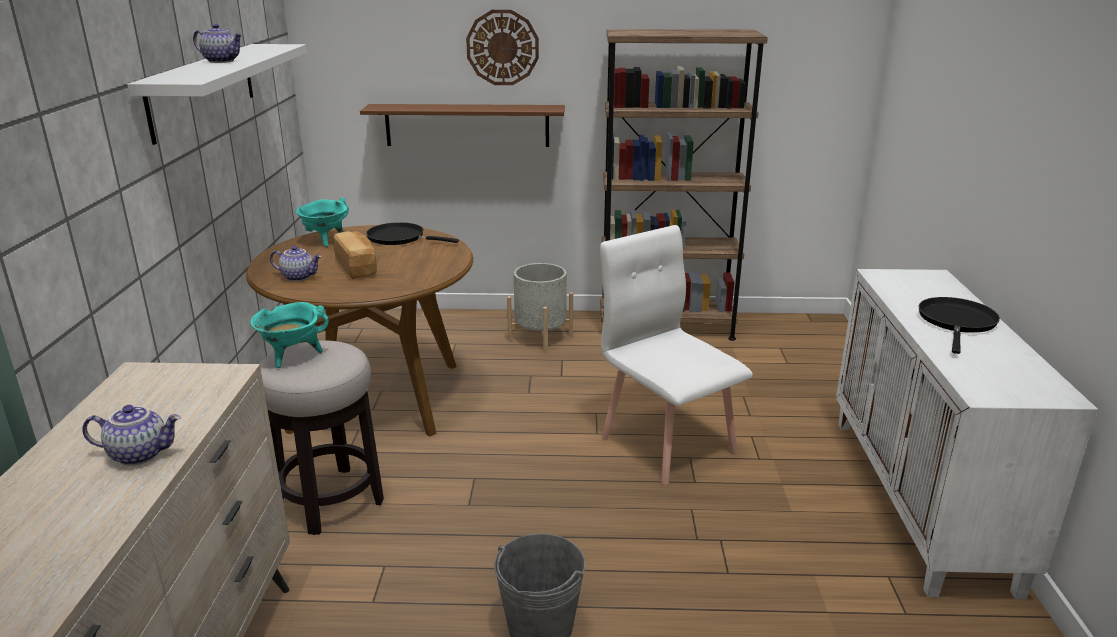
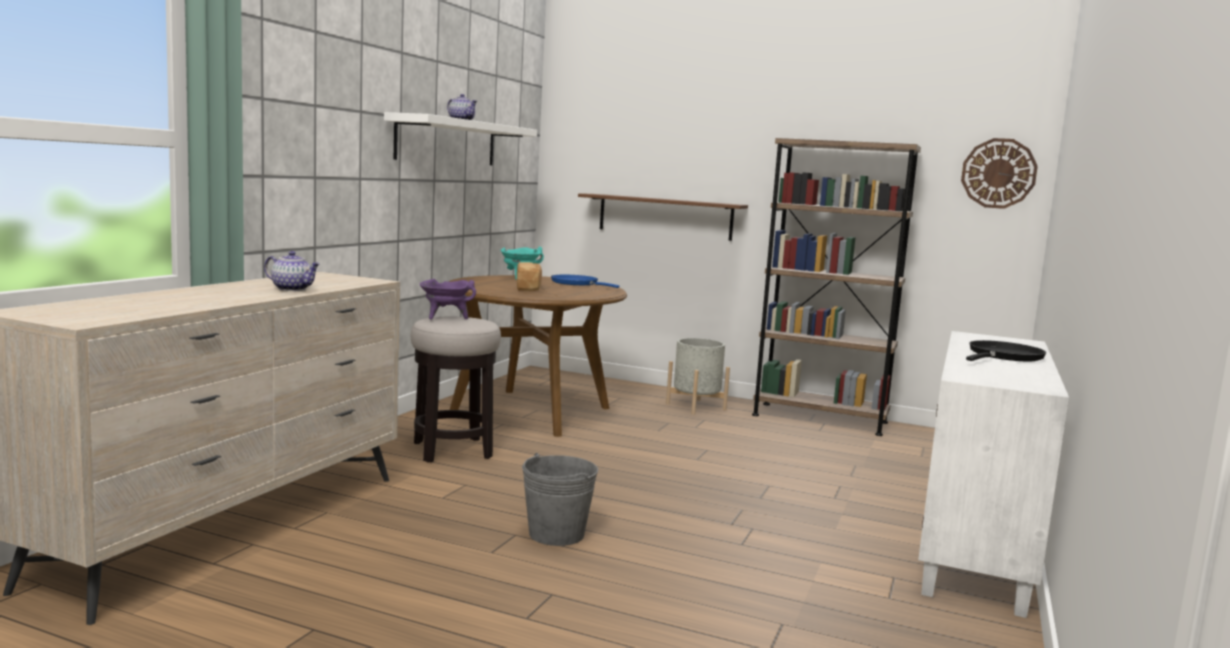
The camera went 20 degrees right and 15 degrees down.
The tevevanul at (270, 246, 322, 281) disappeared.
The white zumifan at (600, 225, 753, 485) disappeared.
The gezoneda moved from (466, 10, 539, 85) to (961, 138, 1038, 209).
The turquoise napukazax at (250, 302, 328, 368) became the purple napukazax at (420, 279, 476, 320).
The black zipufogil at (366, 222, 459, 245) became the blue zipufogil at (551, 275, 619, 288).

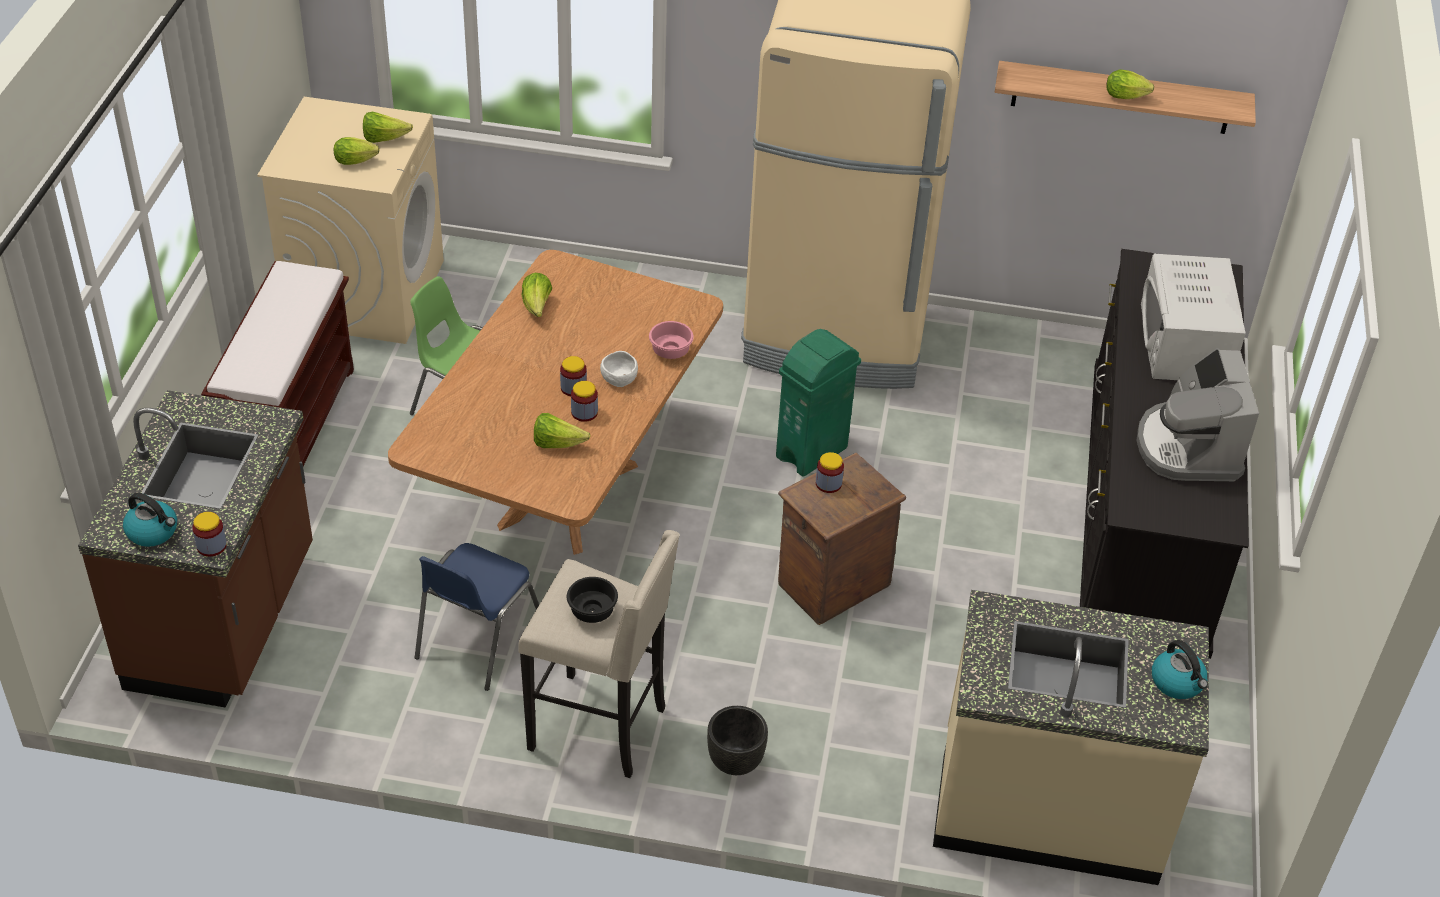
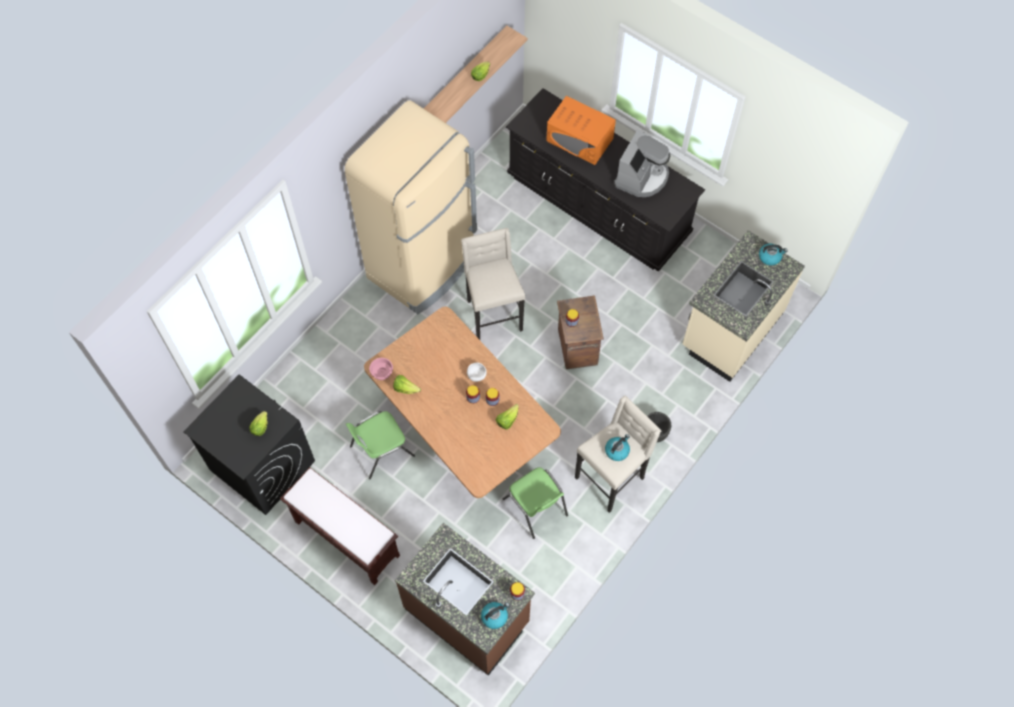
The camera went 60 degrees left and 20 degrees up.
The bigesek at (363, 112, 413, 143) disappeared.
The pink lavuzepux moved from (649, 321, 694, 359) to (369, 358, 393, 380).
The black lavuzepux at (567, 577, 618, 623) was replaced by the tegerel at (605, 434, 630, 461).
The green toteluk at (776, 329, 861, 477) was replaced by the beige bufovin at (461, 228, 525, 340).
The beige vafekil at (257, 97, 444, 344) became the black vafekil at (183, 374, 315, 515).
The blue zumifan at (415, 543, 539, 691) became the green zumifan at (502, 467, 568, 539).
The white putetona at (1141, 254, 1246, 380) became the orange putetona at (546, 96, 616, 165).
The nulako at (1136, 348, 1259, 481) turned 90 degrees counterclockwise.

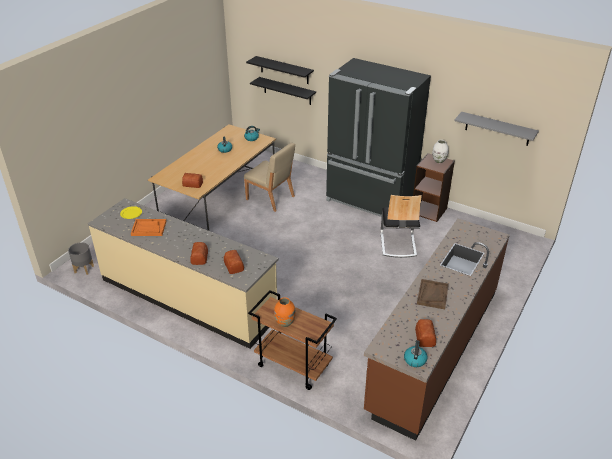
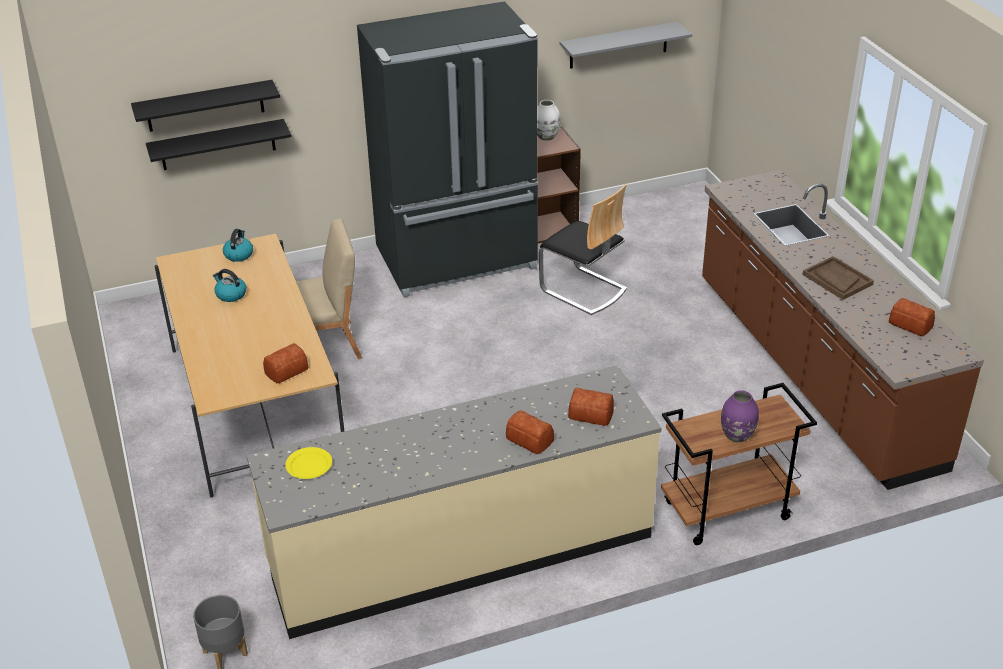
The camera went 50 degrees left and 0 degrees up.
The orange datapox at (131, 219, 166, 236) disappeared.
The tegerel at (404, 340, 428, 367) disappeared.
The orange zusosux at (274, 297, 296, 327) became the purple zusosux at (721, 390, 759, 442).

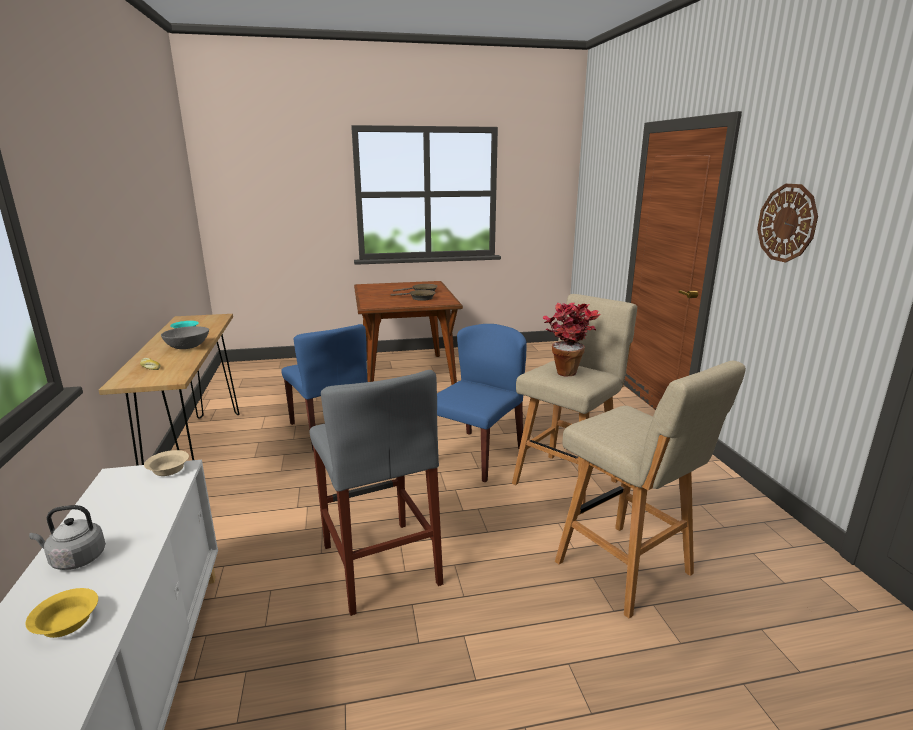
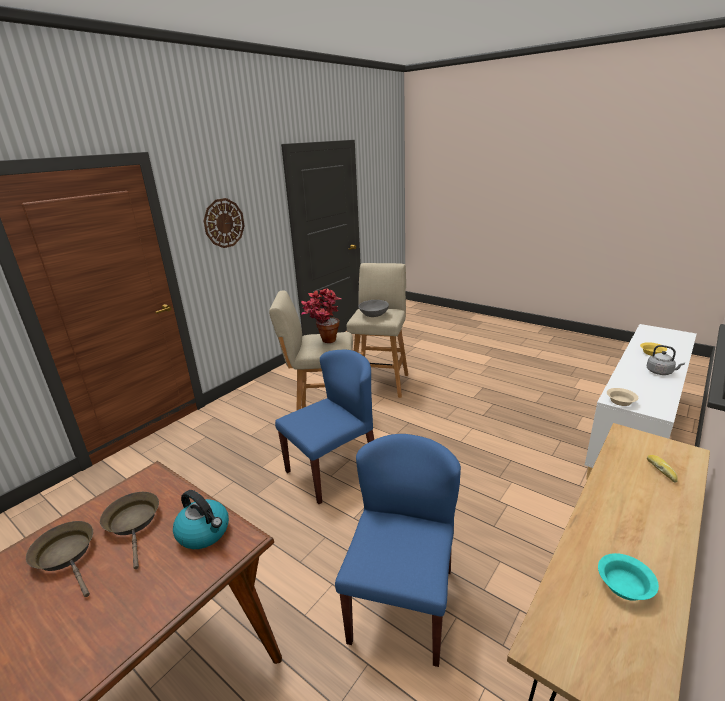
The camera went 130 degrees left and 5 degrees up.
The grey bufovin at (310, 370, 443, 616) disappeared.
The tegerel at (173, 490, 229, 549) appeared.
The grey lavuzepux moved from (161, 326, 209, 349) to (359, 300, 389, 317).
The blue zumifan at (437, 324, 527, 483) turned 150 degrees clockwise.

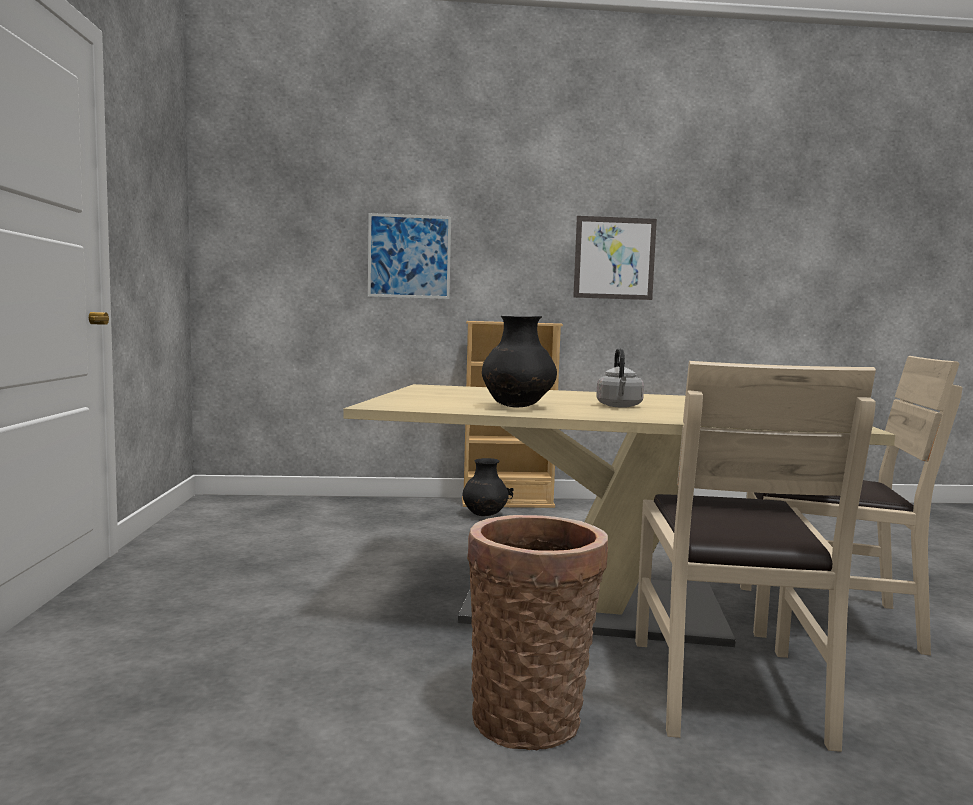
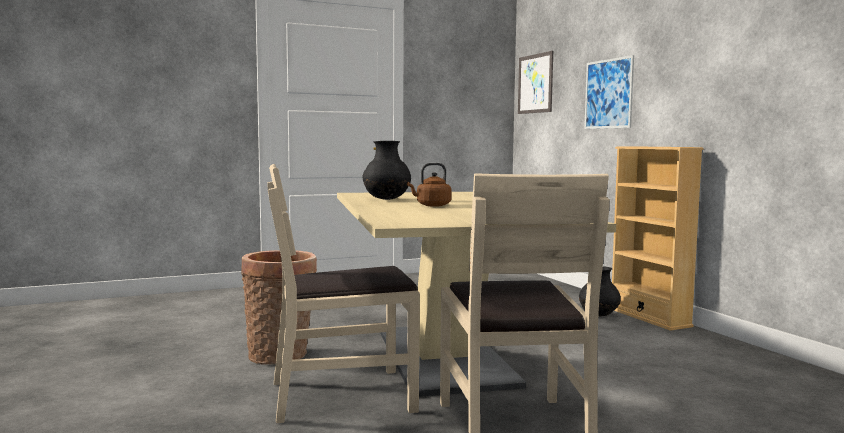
The camera went 70 degrees right and 0 degrees up.
The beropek moved from (573, 216, 657, 300) to (518, 51, 553, 114).
The grey tegerel at (596, 348, 644, 408) became the brown tegerel at (407, 163, 452, 207).

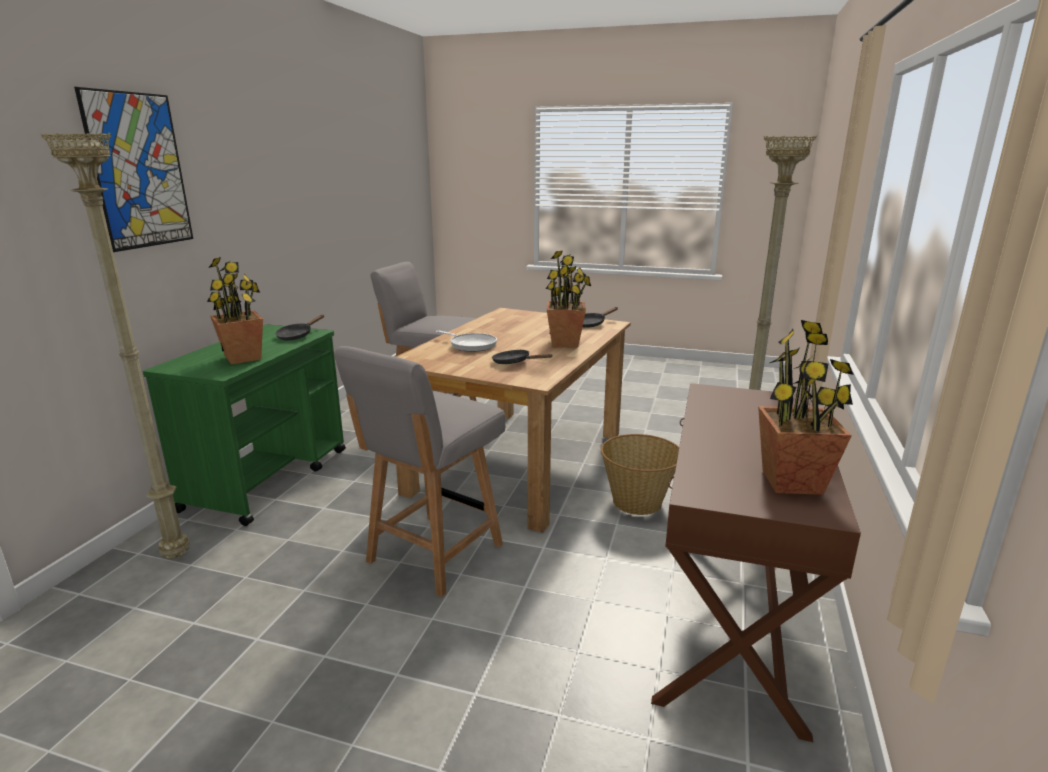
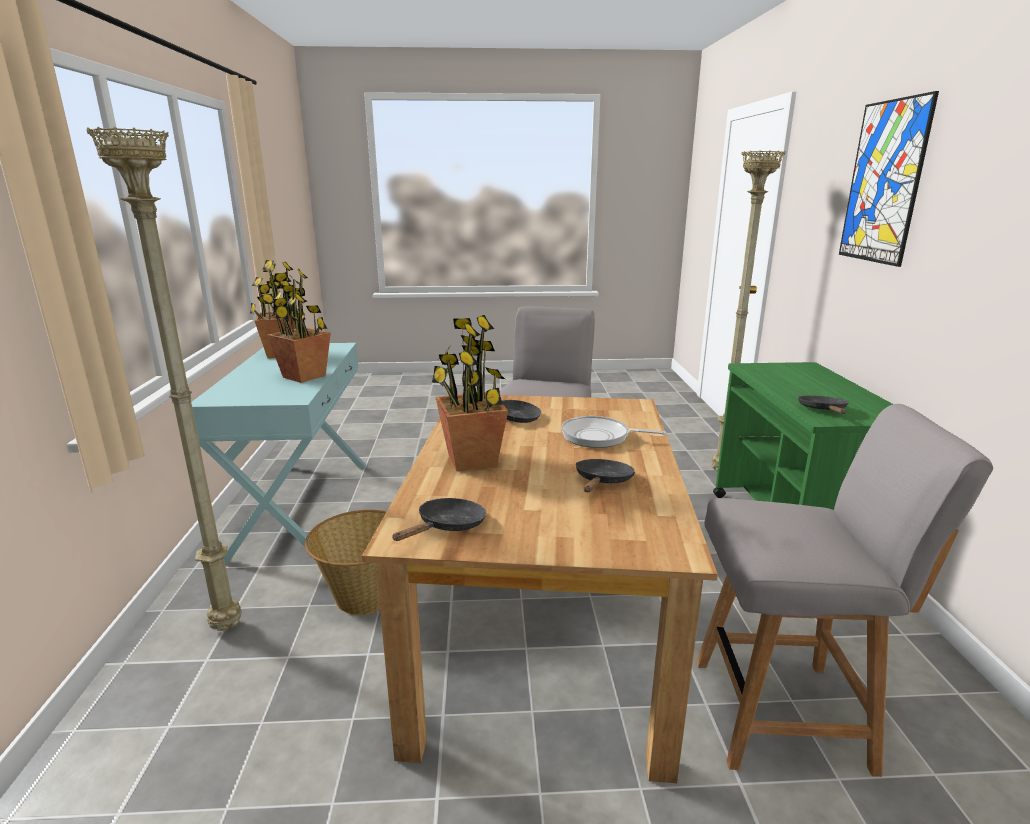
The camera went 160 degrees right and 0 degrees up.
The black zipufogil at (576, 459, 635, 492) appeared.
The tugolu moved from (207, 257, 263, 364) to (267, 269, 331, 383).
The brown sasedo at (651, 383, 861, 742) became the turquoise sasedo at (191, 343, 367, 564).

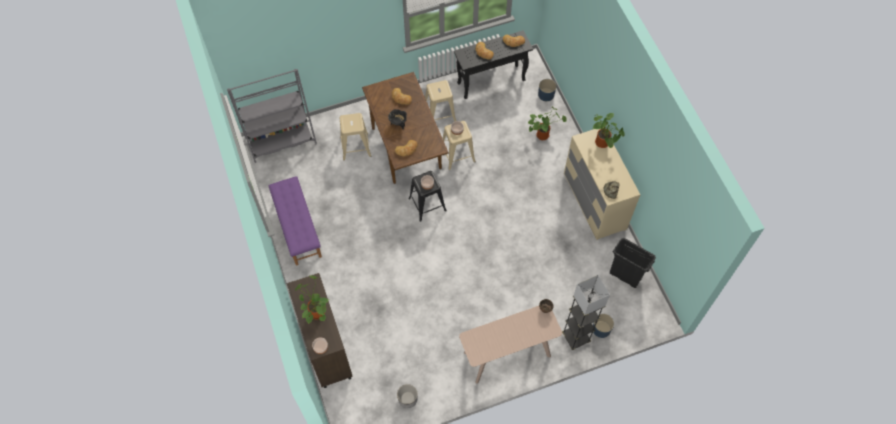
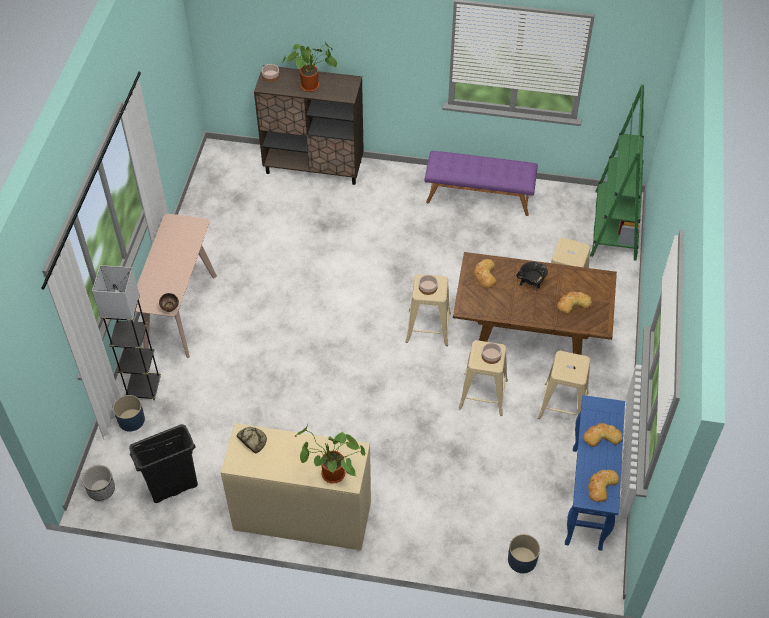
The camera went 120 degrees right and 10 degrees down.
The tugolu at (528, 107, 567, 140) disappeared.
The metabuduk moved from (397, 384, 418, 408) to (82, 465, 115, 501).
The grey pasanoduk at (227, 69, 317, 163) became the green pasanoduk at (590, 85, 644, 261).
The black bufovin at (409, 171, 447, 222) became the beige bufovin at (406, 274, 451, 346).
The black sasedo at (454, 30, 533, 99) became the blue sasedo at (565, 395, 625, 551).

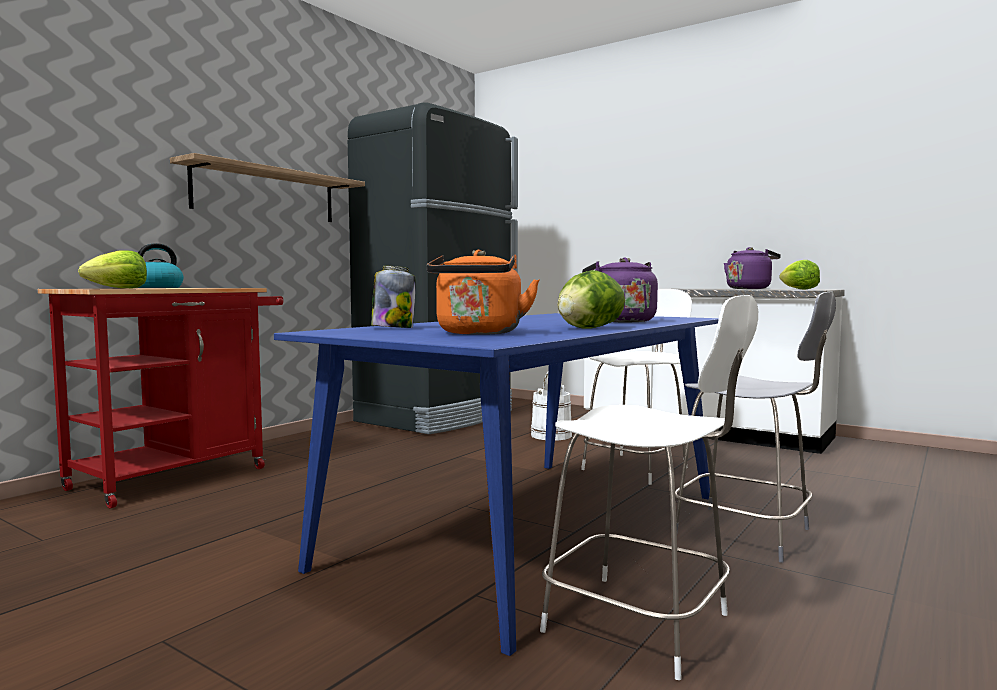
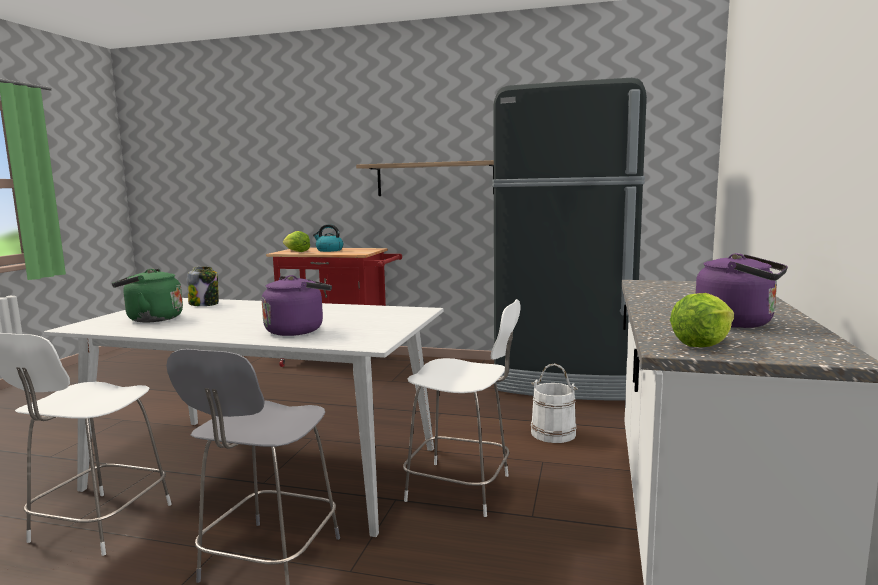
The camera went 70 degrees right and 5 degrees up.
The bigesek at (557, 270, 625, 329) disappeared.
The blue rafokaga at (274, 313, 719, 656) became the white rafokaga at (44, 298, 444, 537).
The orange tegerel at (427, 250, 540, 335) became the green tegerel at (112, 269, 183, 323).

